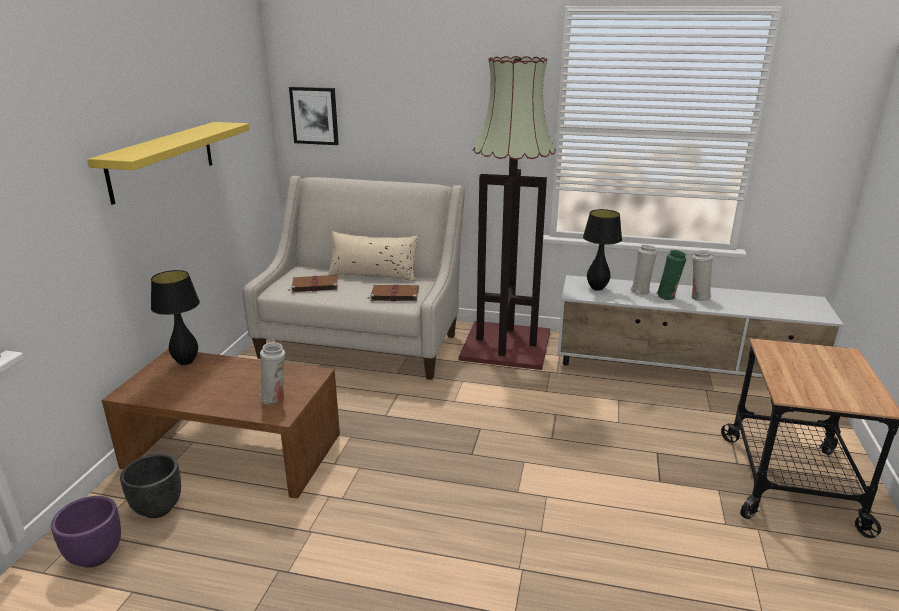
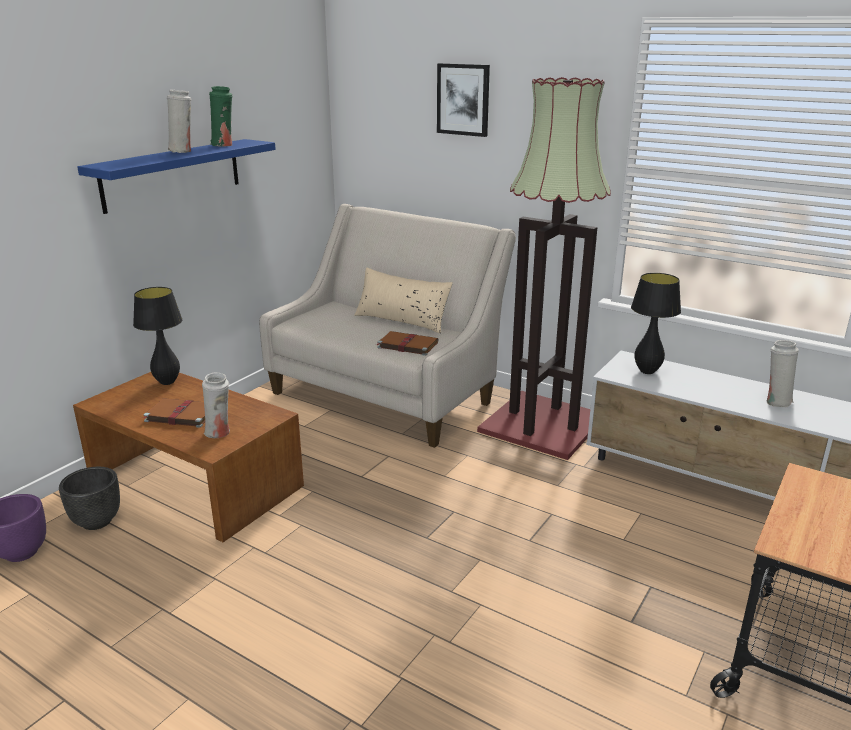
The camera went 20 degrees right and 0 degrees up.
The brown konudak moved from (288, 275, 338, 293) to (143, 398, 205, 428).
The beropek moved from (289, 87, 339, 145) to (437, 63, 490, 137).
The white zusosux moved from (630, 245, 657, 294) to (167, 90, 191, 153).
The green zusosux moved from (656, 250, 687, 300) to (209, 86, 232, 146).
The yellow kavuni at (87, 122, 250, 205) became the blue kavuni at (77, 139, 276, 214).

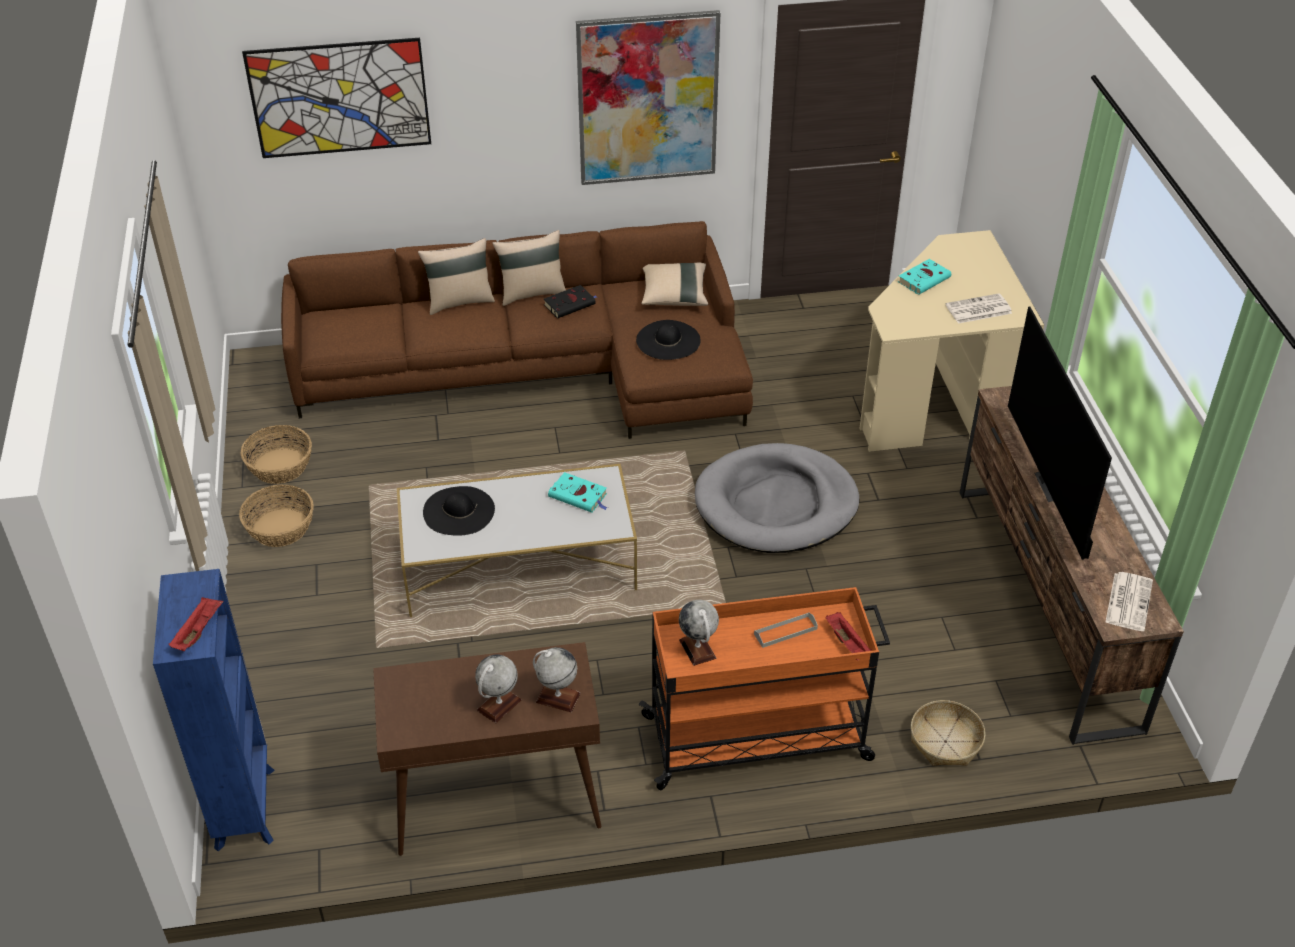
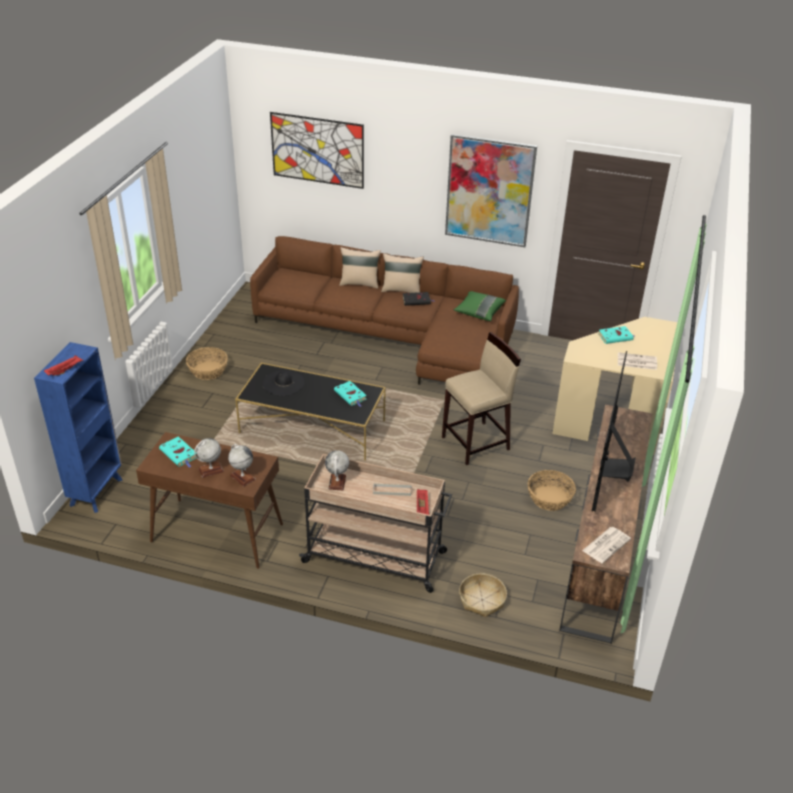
The camera went 25 degrees right and 5 degrees down.
The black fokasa at (636, 320, 701, 360) disappeared.
The turquoise konudak at (159, 437, 198, 467) appeared.
The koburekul moved from (241, 425, 312, 484) to (528, 470, 576, 511).
The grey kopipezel at (695, 443, 859, 553) was replaced by the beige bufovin at (442, 332, 521, 465).
The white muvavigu at (397, 464, 637, 617) became the black muvavigu at (235, 363, 386, 460).
The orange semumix at (639, 587, 890, 790) became the beige semumix at (299, 454, 452, 593).
The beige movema at (642, 262, 708, 306) became the green movema at (454, 291, 506, 321).

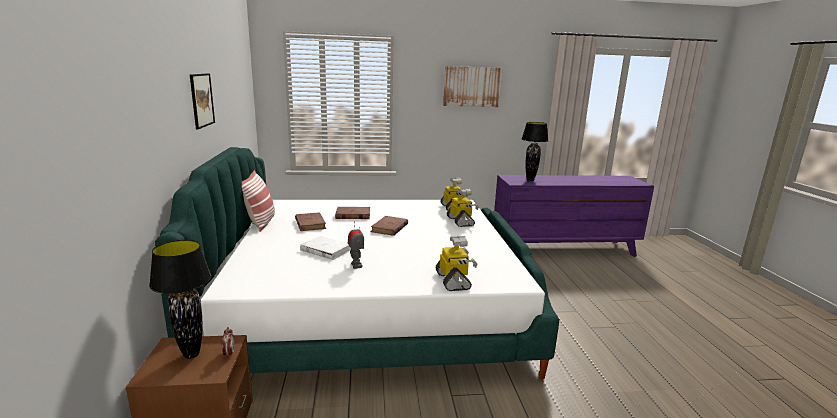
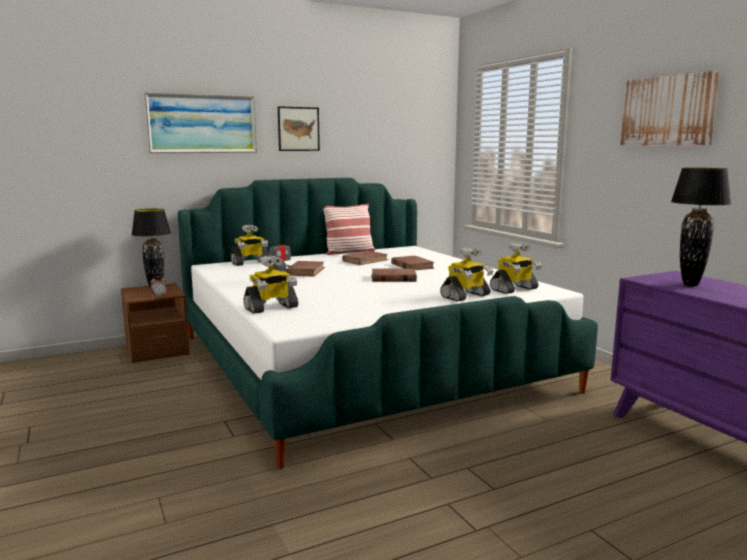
The camera went 70 degrees right and 5 degrees down.
The beropek at (144, 92, 257, 153) appeared.
The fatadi at (231, 225, 269, 266) appeared.
The white konudak at (300, 236, 350, 260) became the brown konudak at (286, 261, 325, 277).

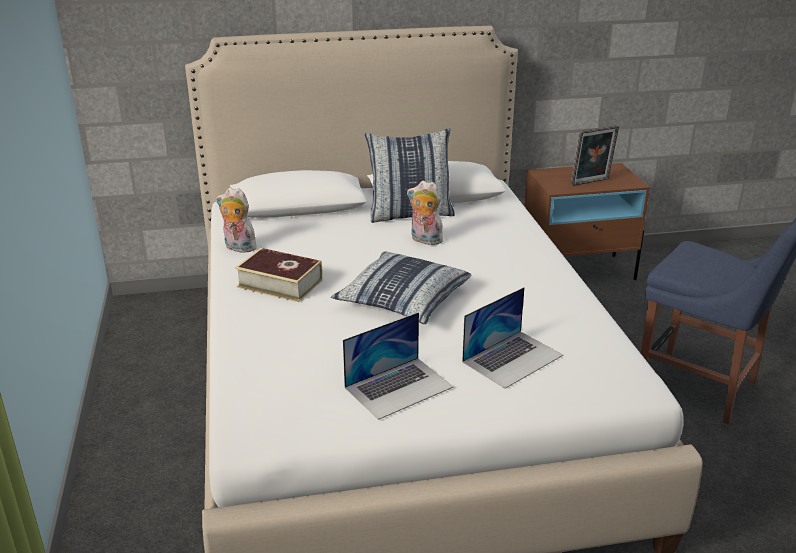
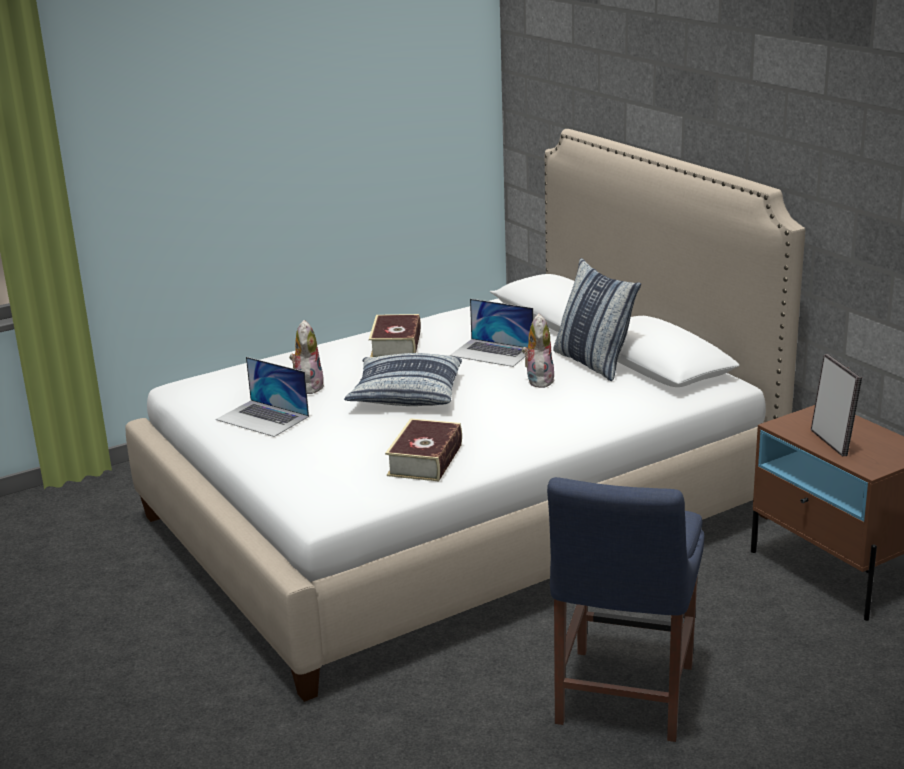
The camera went 70 degrees right and 5 degrees down.
The konudak at (385, 418, 462, 481) appeared.
The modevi moved from (216, 187, 257, 253) to (289, 320, 324, 394).
The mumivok moved from (462, 287, 563, 389) to (450, 299, 533, 367).
The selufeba at (571, 125, 619, 186) turned 150 degrees counterclockwise.

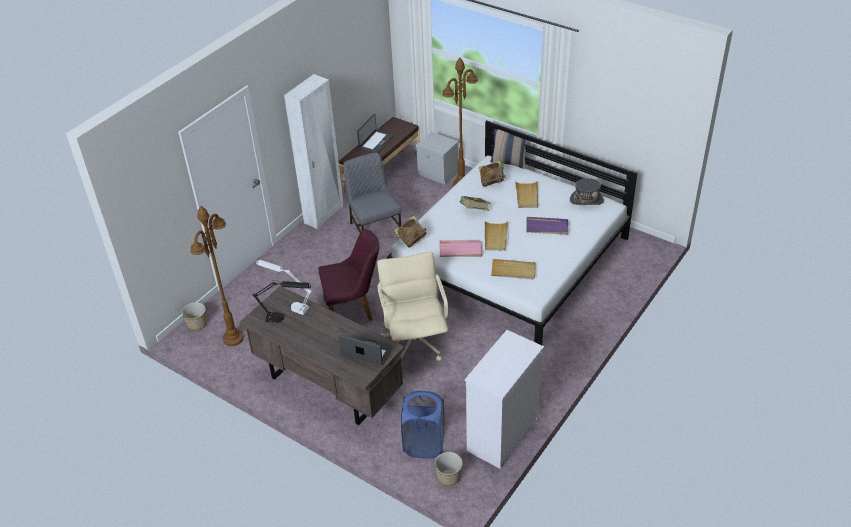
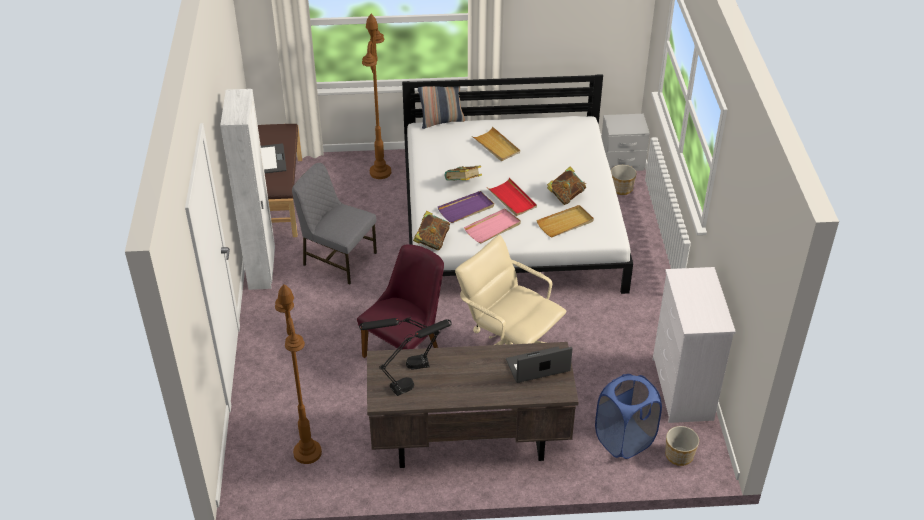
The camera went 40 degrees left and 0 degrees up.
The grey fokasa at (570, 178, 604, 205) disappeared.
The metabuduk moved from (182, 302, 207, 331) to (611, 165, 637, 195).
The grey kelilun moved from (416, 132, 459, 185) to (601, 114, 650, 171).
The konudak moved from (479, 160, 506, 187) to (547, 167, 586, 205).
The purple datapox moved from (527, 217, 569, 235) to (438, 191, 494, 223).
The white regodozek at (256, 260, 312, 315) became the black regodozek at (359, 317, 441, 369).
The beige datapox at (485, 221, 508, 251) became the red datapox at (487, 178, 537, 216).

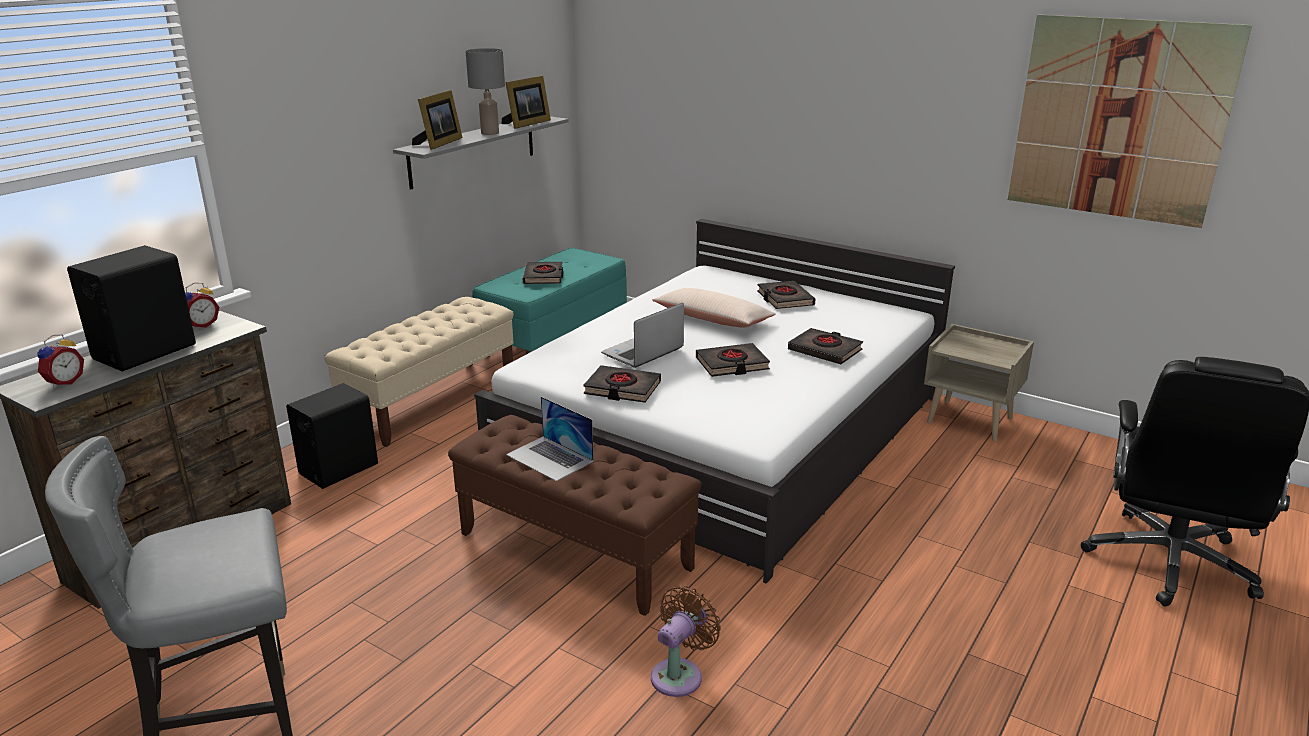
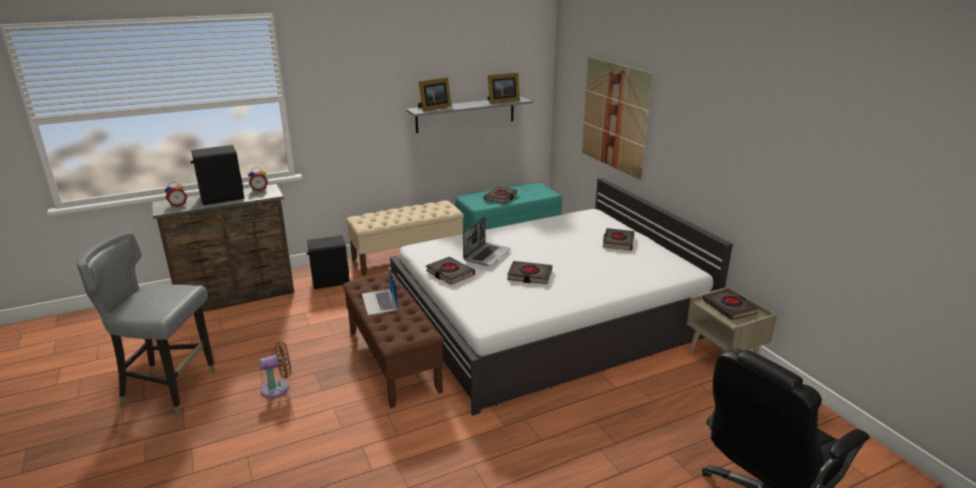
The camera went 30 degrees right and 0 degrees up.
The grey regodozek at (466, 48, 505, 135) disappeared.
The beige movema at (652, 288, 776, 328) disappeared.
The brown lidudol moved from (651, 586, 721, 697) to (259, 342, 291, 398).
The black konudak moved from (788, 328, 863, 364) to (703, 289, 758, 320).
The beropek moved from (1008, 15, 1252, 228) to (582, 57, 653, 180).
The mumivok at (601, 303, 684, 368) turned 135 degrees clockwise.

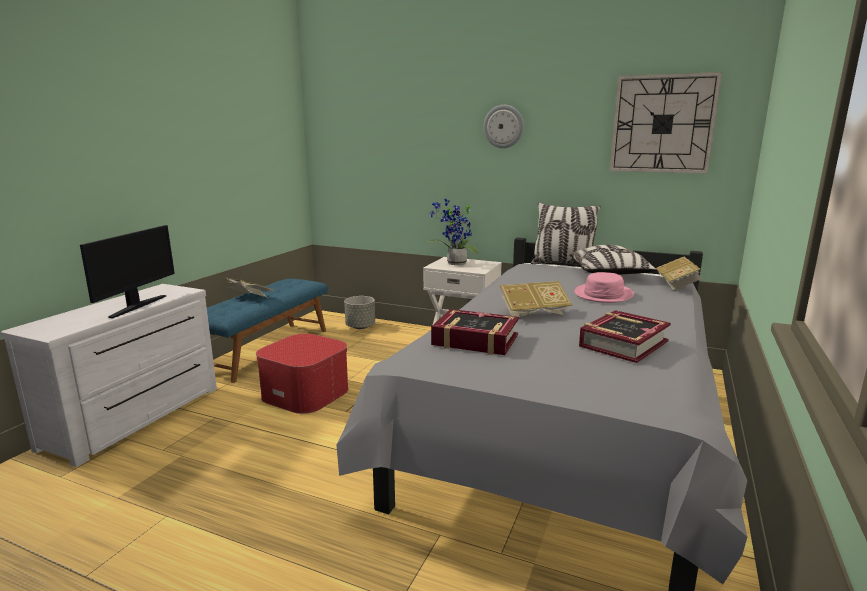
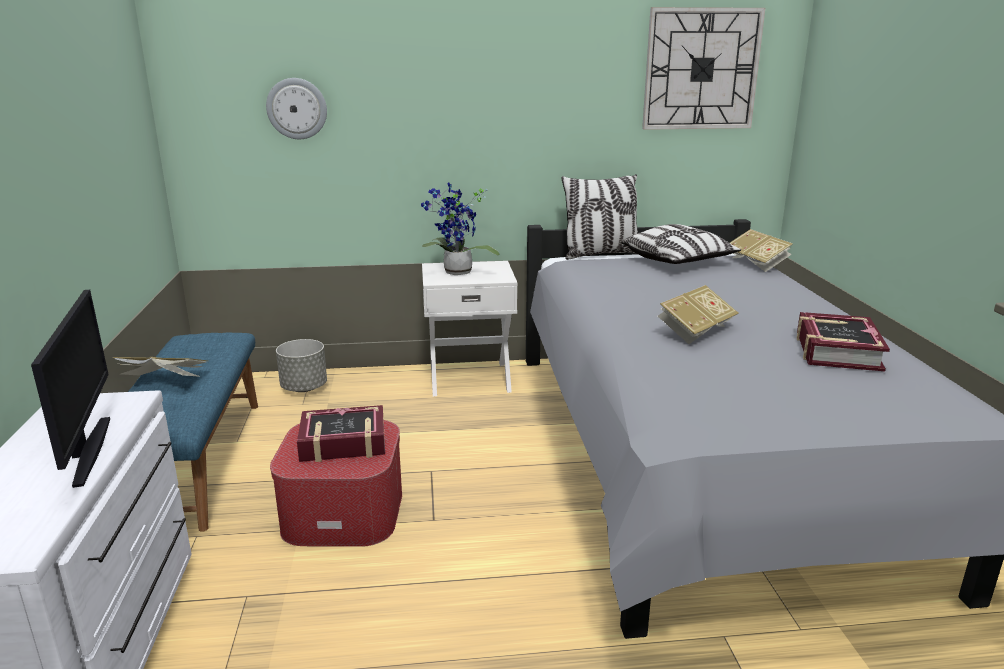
The camera went 30 degrees left and 5 degrees up.
The pink fokasa at (574, 272, 634, 303) disappeared.
The konudak moved from (431, 309, 519, 355) to (297, 405, 385, 462).
The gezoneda moved from (483, 105, 524, 148) to (266, 78, 327, 139).

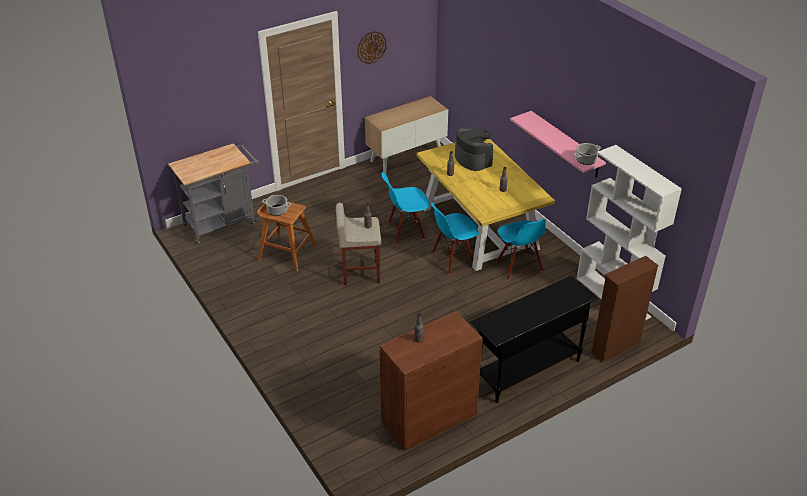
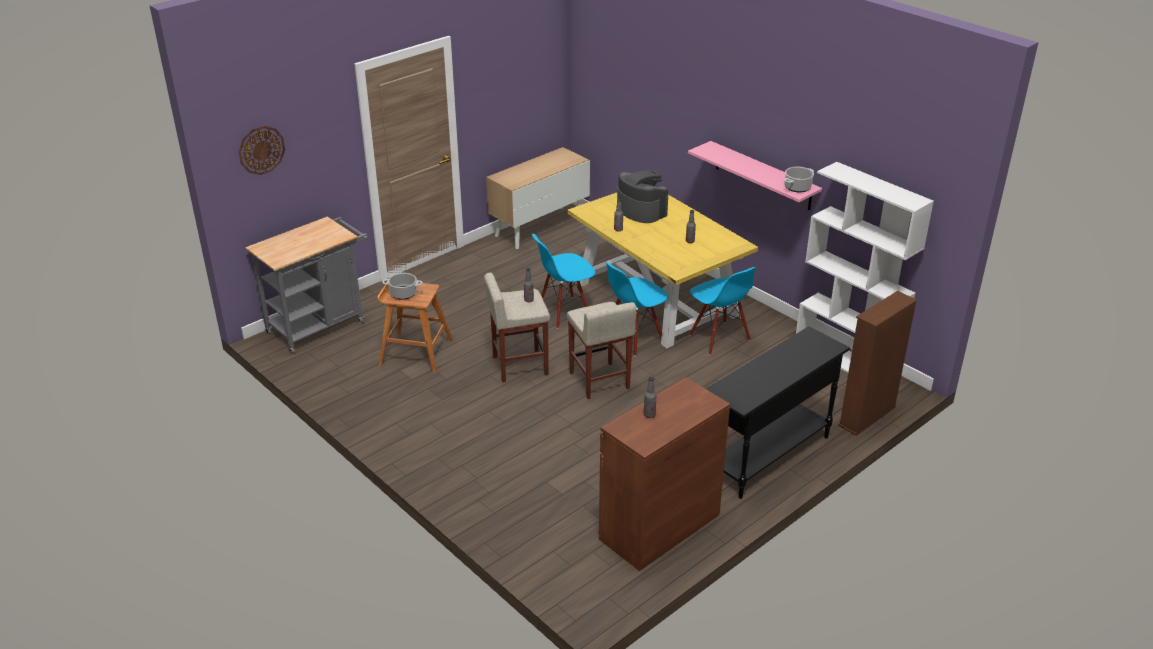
The camera went 10 degrees left and 5 degrees down.
The beige bufovin at (567, 302, 637, 399) appeared.
The gezoneda moved from (357, 31, 386, 64) to (239, 126, 285, 175).

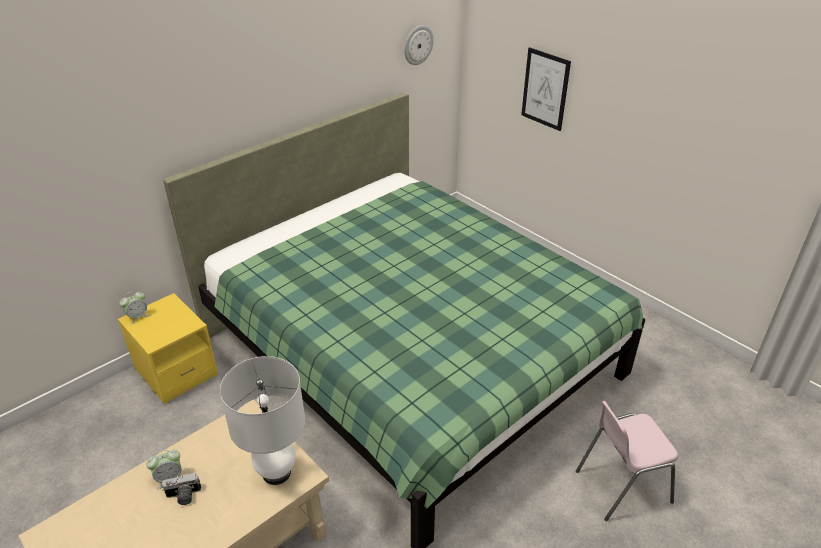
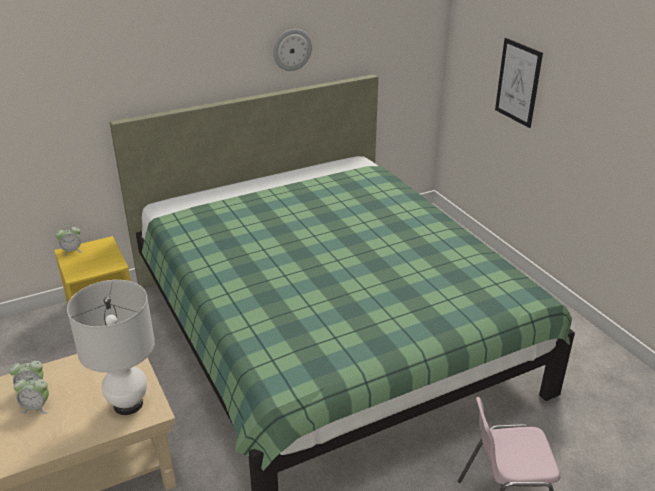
The camera went 15 degrees right and 5 degrees down.
The gezoneda moved from (404, 25, 434, 65) to (273, 29, 312, 71).
The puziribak at (162, 473, 201, 505) was replaced by the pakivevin at (14, 376, 49, 414).

